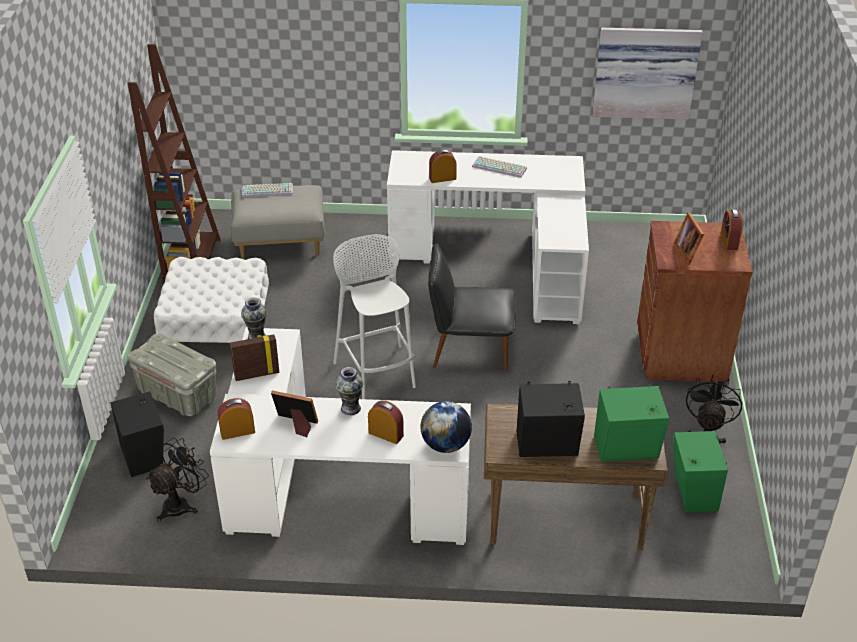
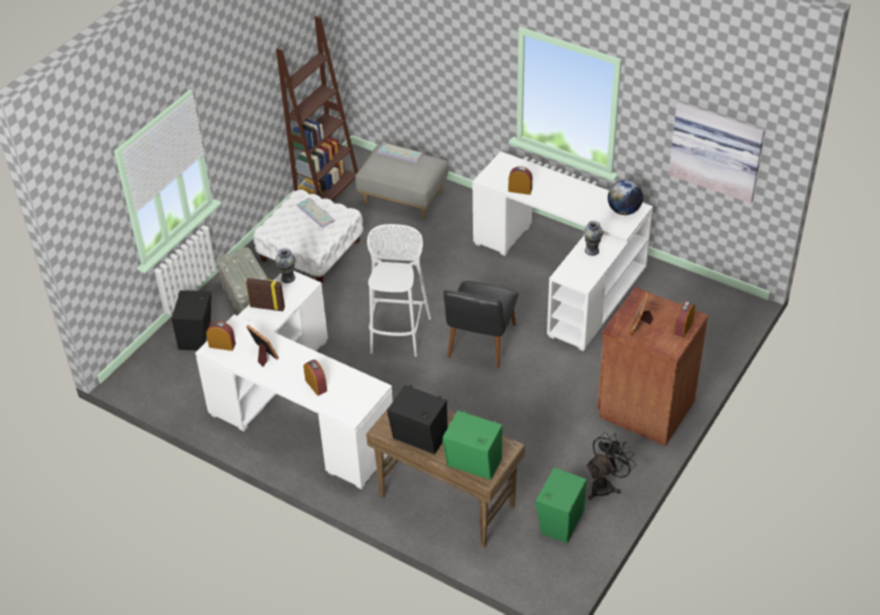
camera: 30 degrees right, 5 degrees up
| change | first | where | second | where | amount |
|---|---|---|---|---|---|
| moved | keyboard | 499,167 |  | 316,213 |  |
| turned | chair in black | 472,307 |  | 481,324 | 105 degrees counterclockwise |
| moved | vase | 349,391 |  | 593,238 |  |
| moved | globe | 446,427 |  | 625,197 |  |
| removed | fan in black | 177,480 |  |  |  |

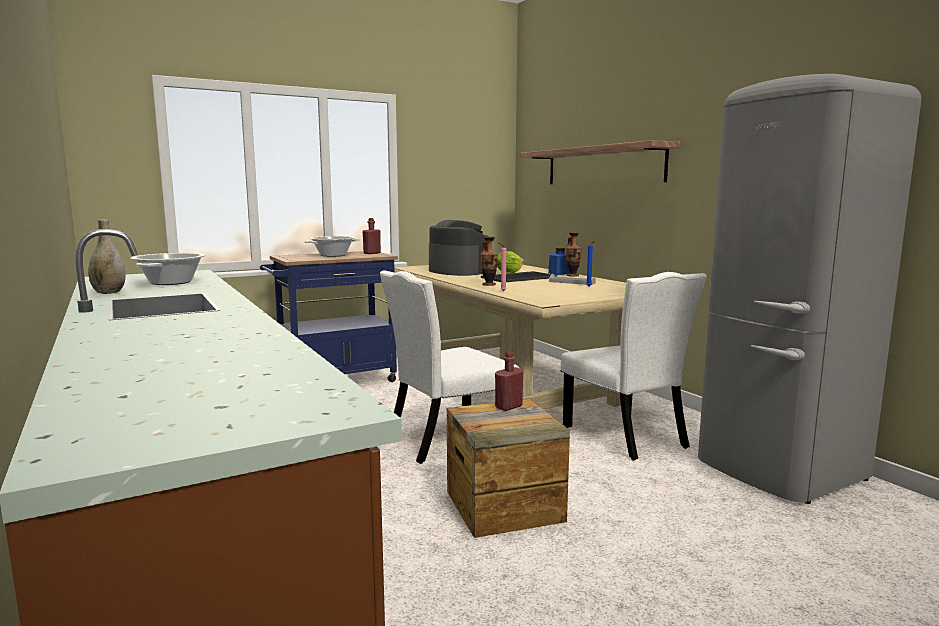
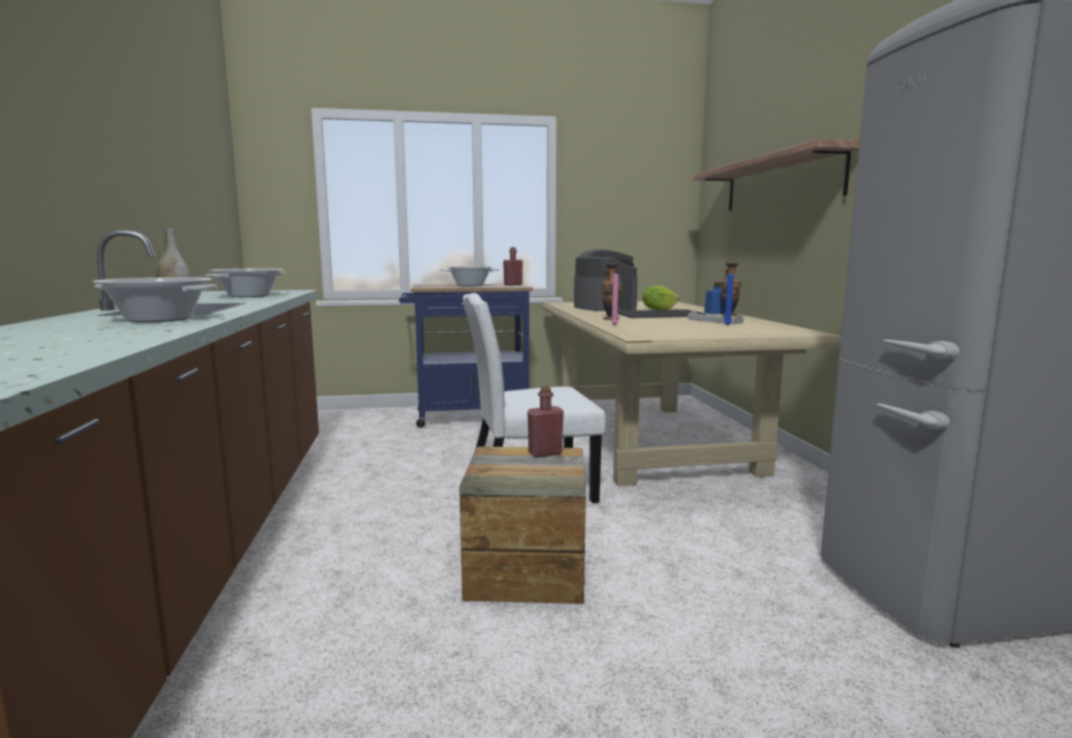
camera: 20 degrees right, 0 degrees up
| change | first | where | second | where | amount |
|---|---|---|---|---|---|
| added |  |  | cooking pot | 155,300 |  |
| removed | chair in white | 633,366 |  |  |  |

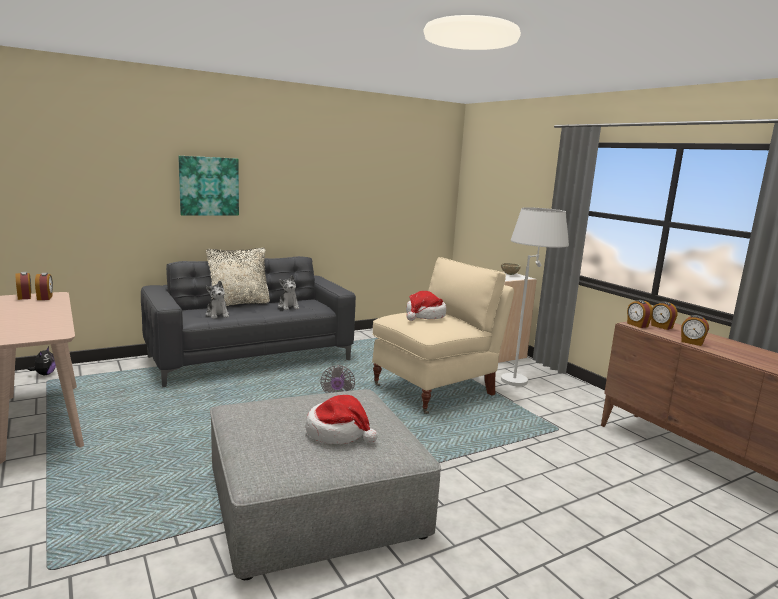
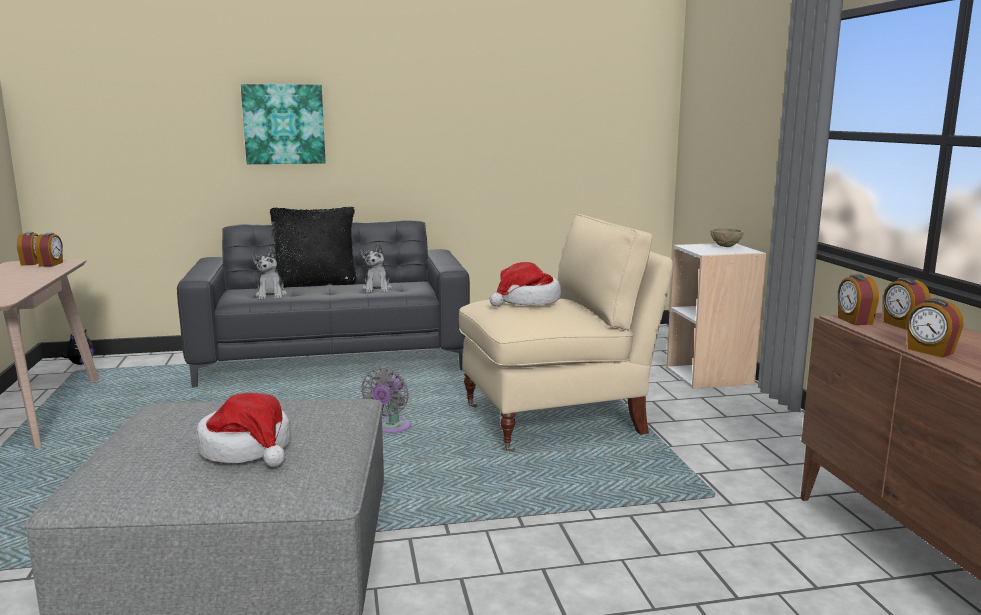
camera: 20 degrees right, 0 degrees up
| change | first | where | second | where | amount |
|---|---|---|---|---|---|
| recoloured | pillow in beige | 238,276 | pillow in black | 313,246 |  |
| removed | floor lamp in white | 535,296 |  |  |  |

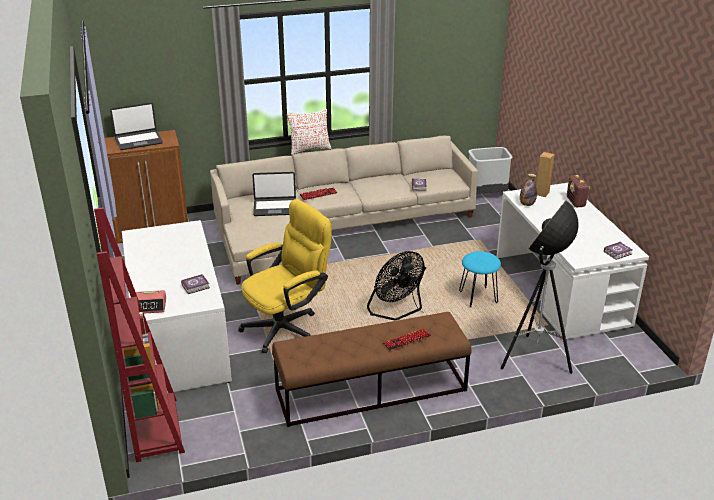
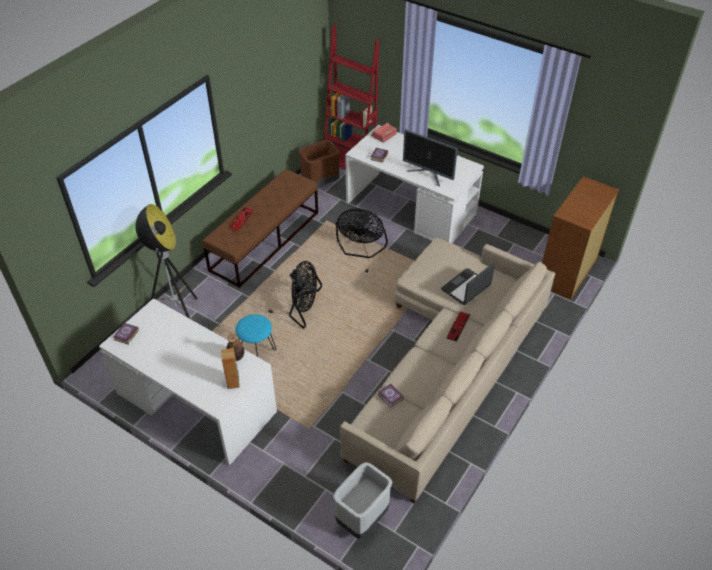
camera: 140 degrees right, 15 degrees up
| change | first | where | second | where | amount |
|---|---|---|---|---|---|
| added |  |  | trash can in brown | 319,163 |  |
| replaced | office chair in yellow | 285,276 | fan in black | 361,240 |  |
| added |  |  | monitor | 430,158 |  |
| removed | laptop | 136,126 |  |  |  |
| removed | pillow in white | 309,132 |  |  |  |
| removed | radio | 578,191 |  |  |  |

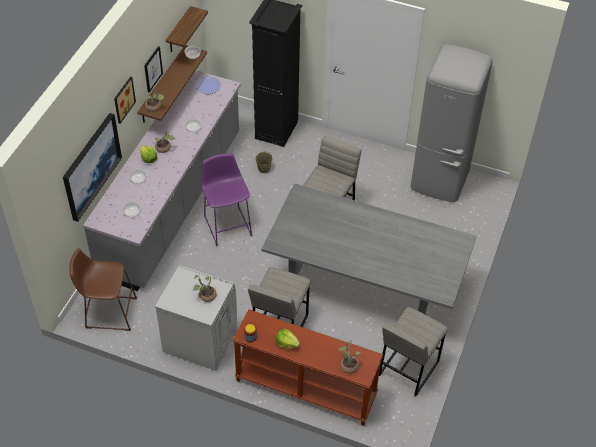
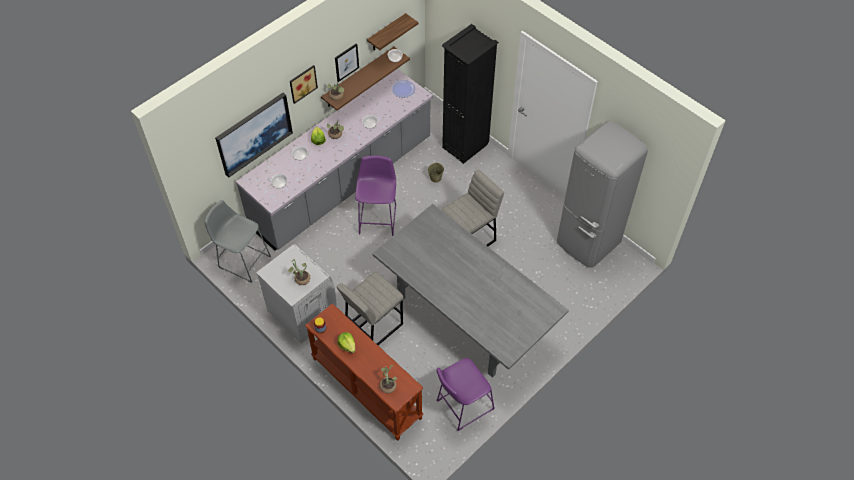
camera: 25 degrees right, 5 degrees up
| change | first | where | second | where | amount |
|---|---|---|---|---|---|
| recoloured | stool in brown | 103,289 | stool in grey | 237,241 |  |
| replaced | chair in grey | 413,351 | stool in purple | 465,394 |  |

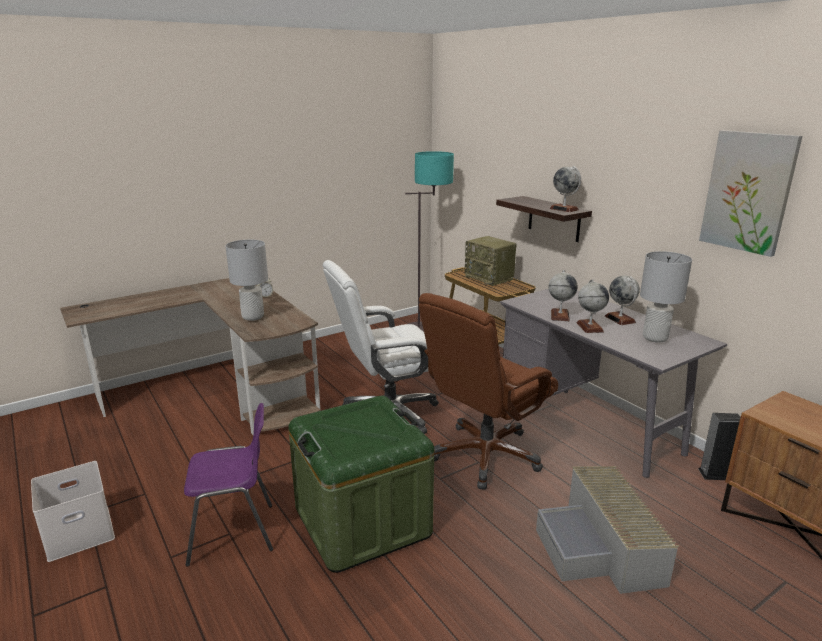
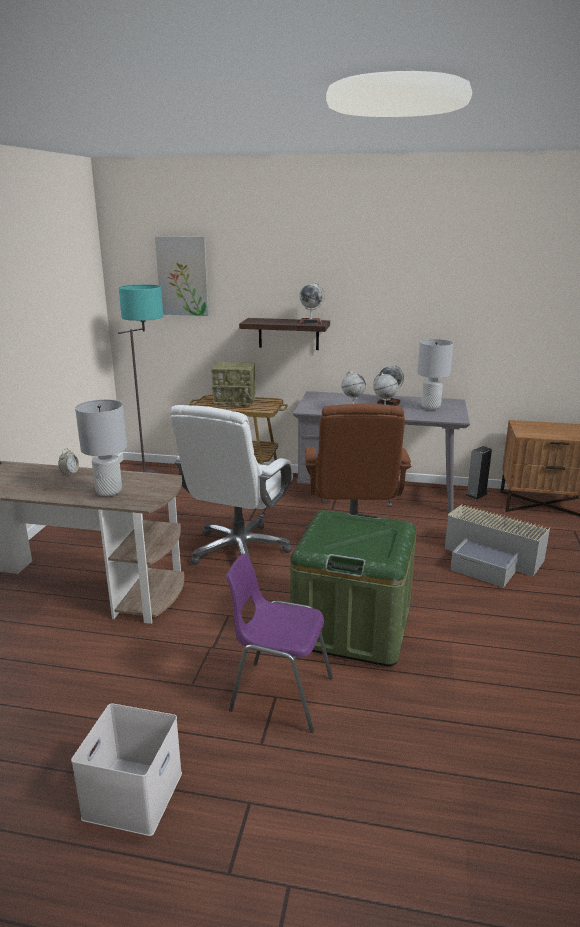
camera: 45 degrees left, 0 degrees up
| change | first | where | second | where | amount |
|---|---|---|---|---|---|
| moved | picture | 751,193 |  | 182,276 |  |
| turned | chair in purple | 228,485 |  | 279,643 | 105 degrees counterclockwise |

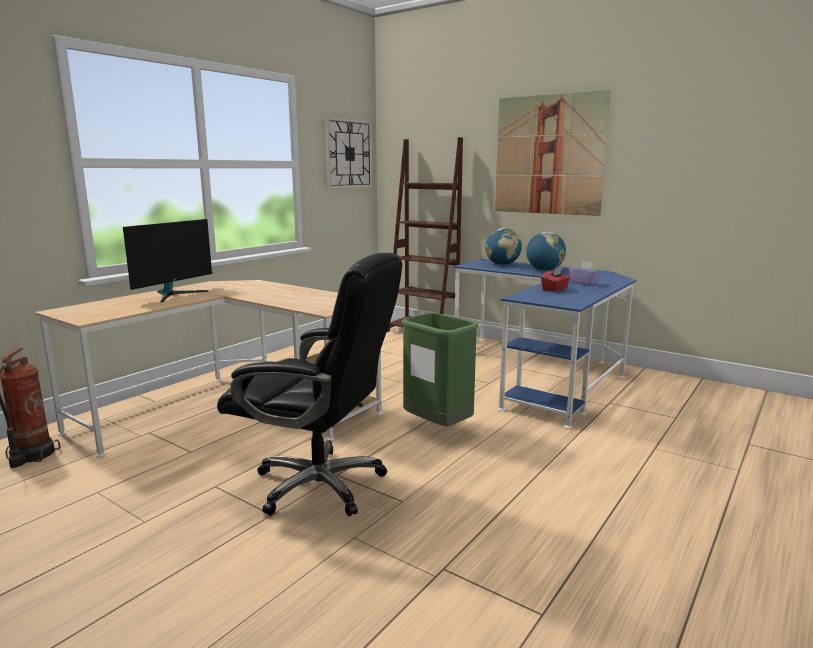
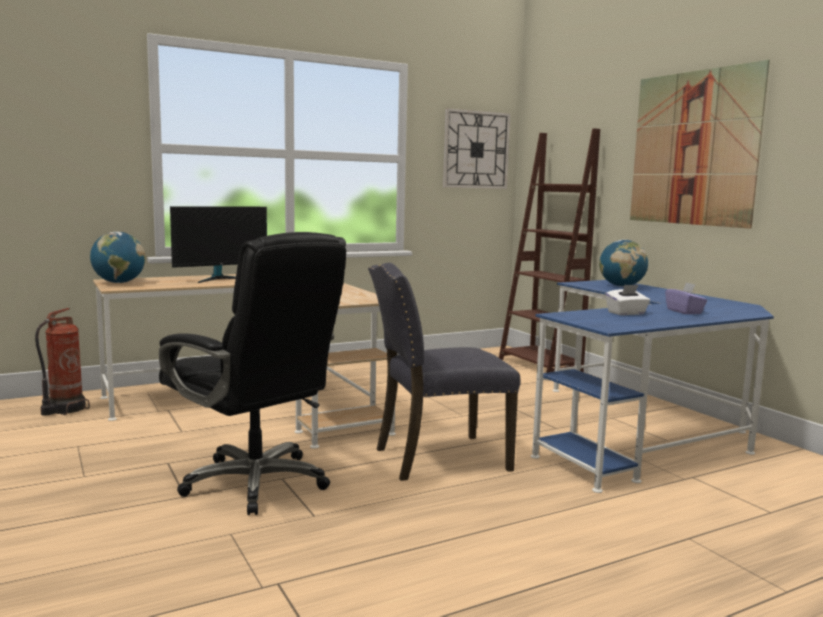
camera: 25 degrees right, 5 degrees down
| change | first | where | second | where | amount |
|---|---|---|---|---|---|
| moved | globe | 546,251 |  | 118,257 |  |
| replaced | trash can in green | 440,369 | chair in grey | 444,372 |  |
| recoloured | tissue box in red | 556,279 | tissue box in white | 628,300 |  |

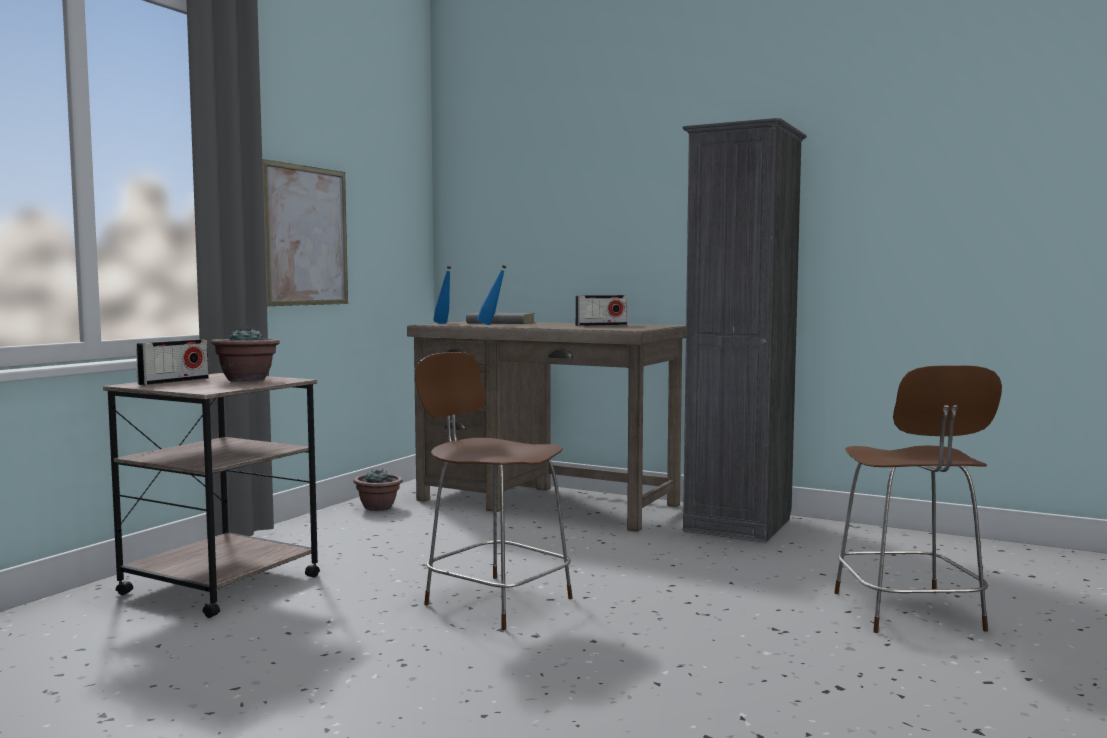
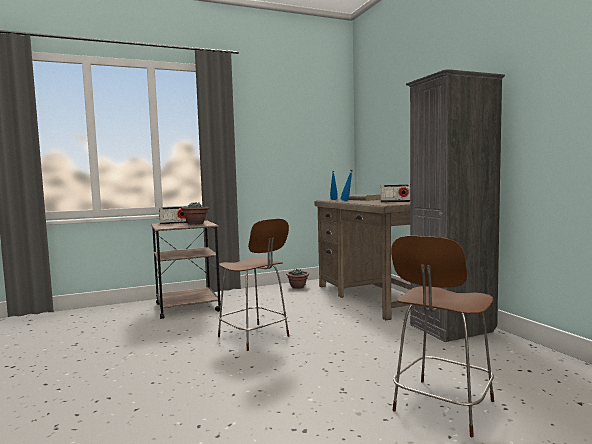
camera: 40 degrees right, 0 degrees up
| change | first | where | second | where | amount |
|---|---|---|---|---|---|
| turned | chair in brown | 493,491 |  | 253,285 | 150 degrees clockwise |
| removed | picture | 305,232 |  |  |  |

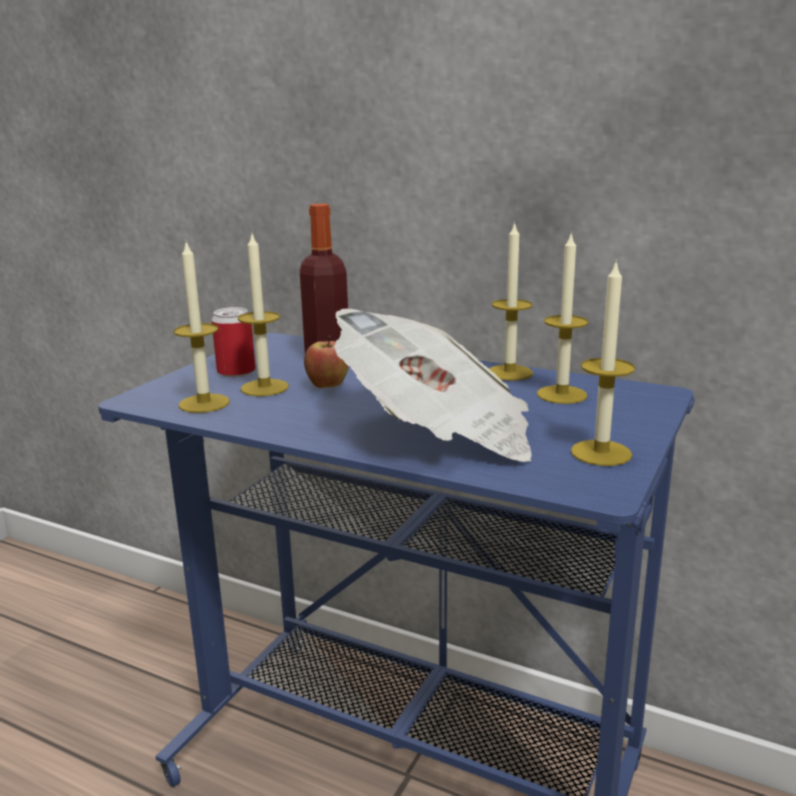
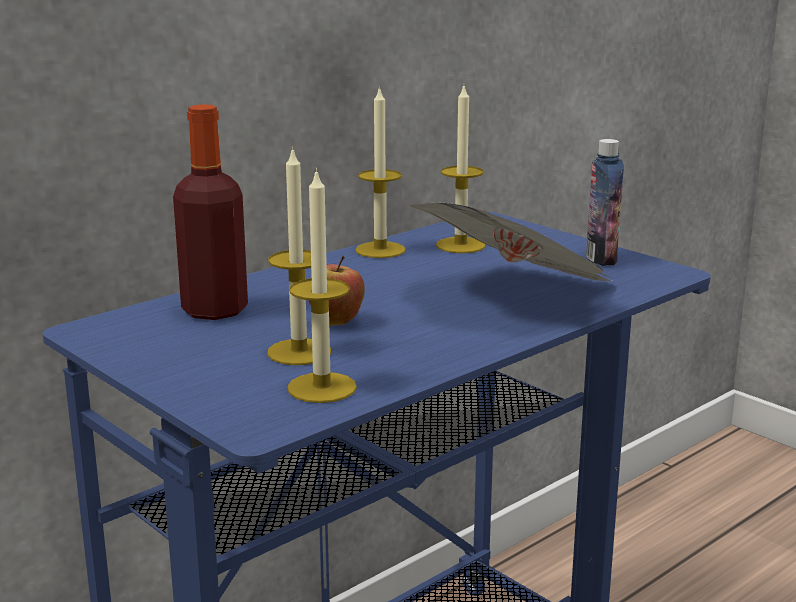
camera: 70 degrees left, 0 degrees up
| change | first | where | second | where | amount |
|---|---|---|---|---|---|
| replaced | candle | 603,363 | bottle | 605,202 |  |
| removed | can | 234,342 |  |  |  |

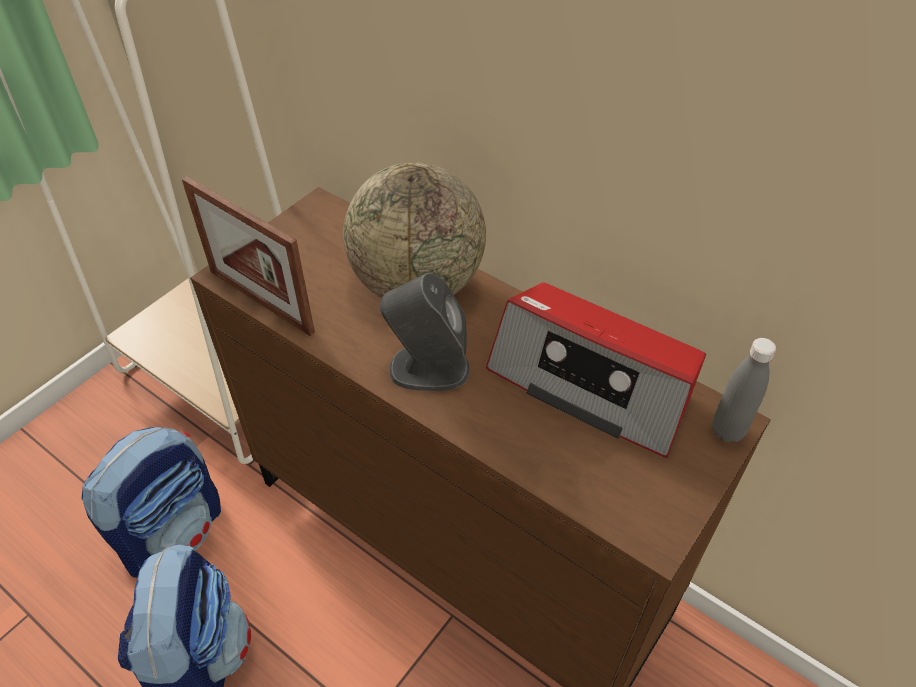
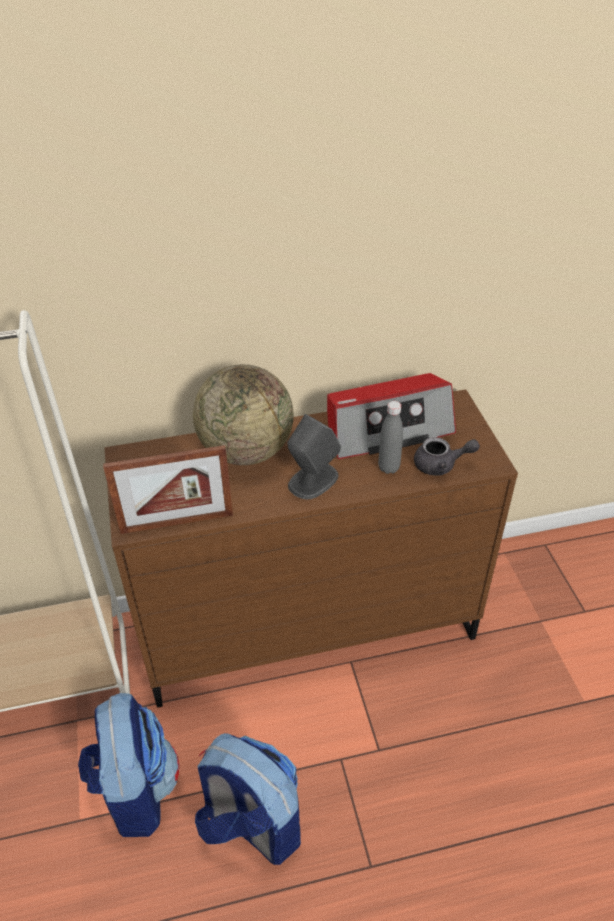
camera: 50 degrees left, 5 degrees down
| change | first | where | second | where | amount |
|---|---|---|---|---|---|
| moved | bottle in grey | 744,390 |  | 390,437 |  |
| added |  |  | teapot in grey | 447,456 |  |

